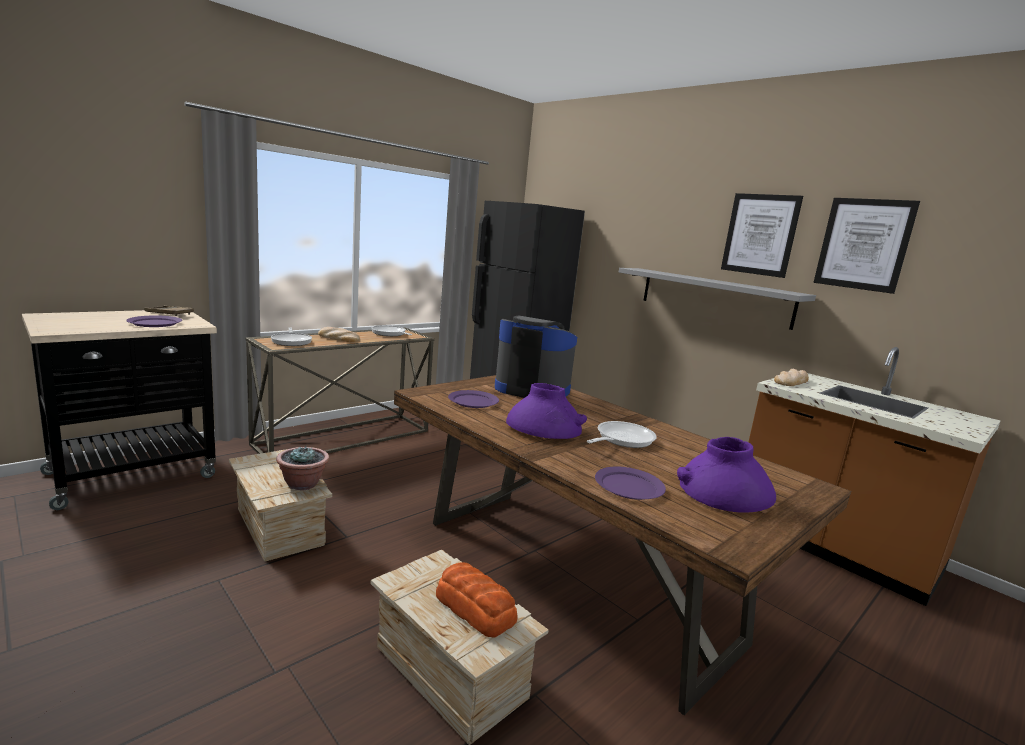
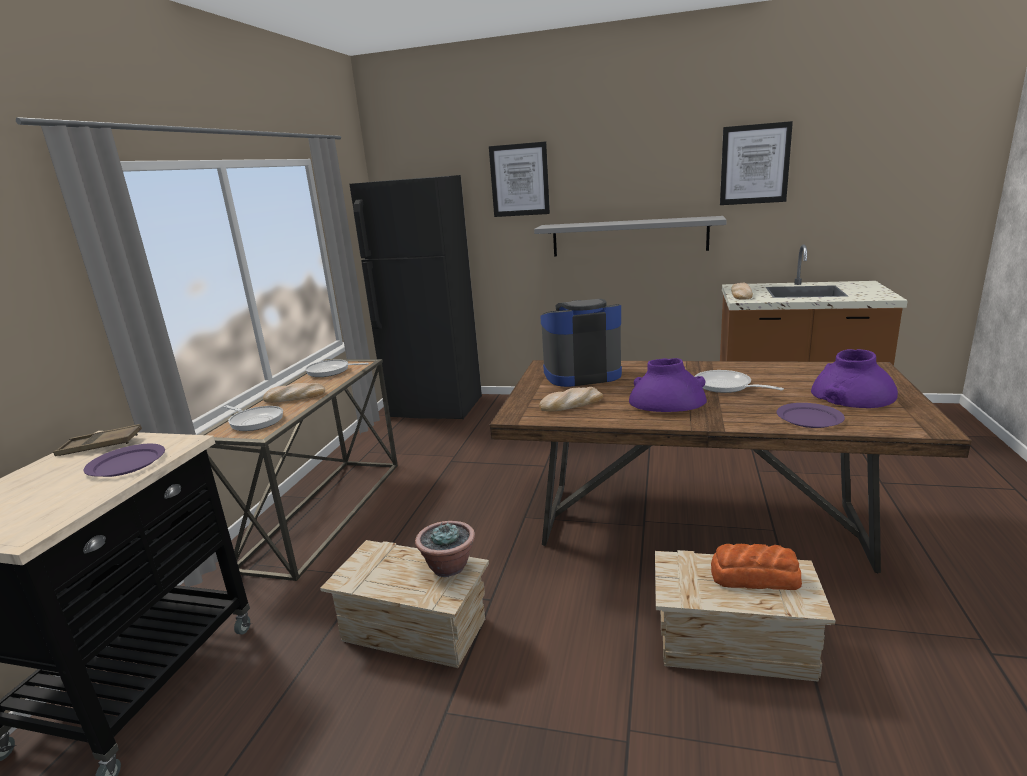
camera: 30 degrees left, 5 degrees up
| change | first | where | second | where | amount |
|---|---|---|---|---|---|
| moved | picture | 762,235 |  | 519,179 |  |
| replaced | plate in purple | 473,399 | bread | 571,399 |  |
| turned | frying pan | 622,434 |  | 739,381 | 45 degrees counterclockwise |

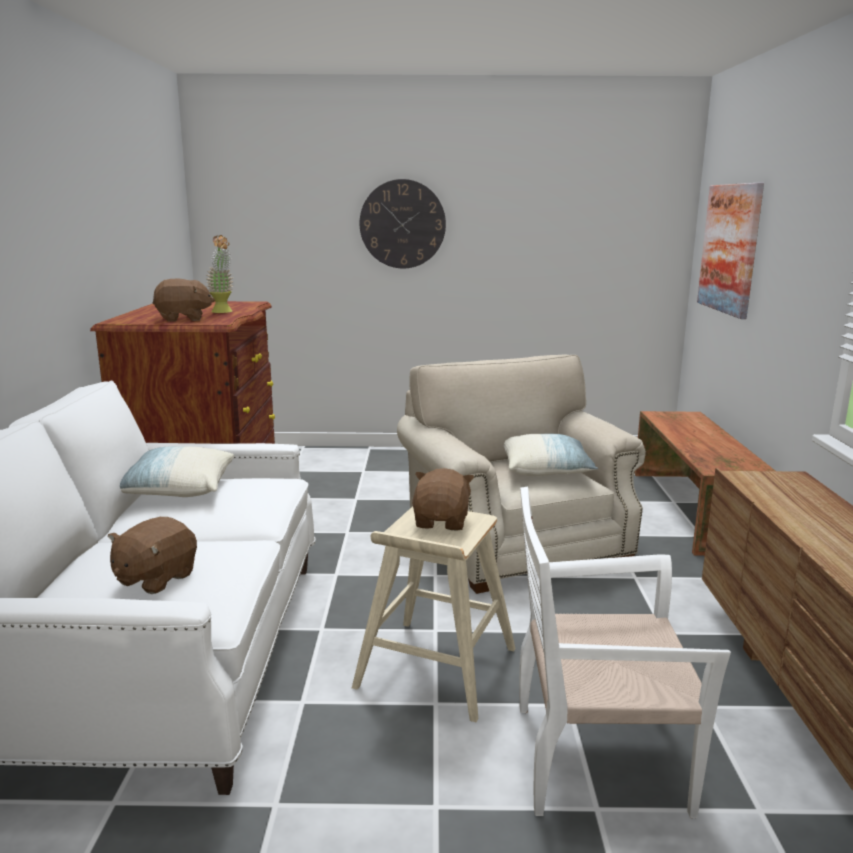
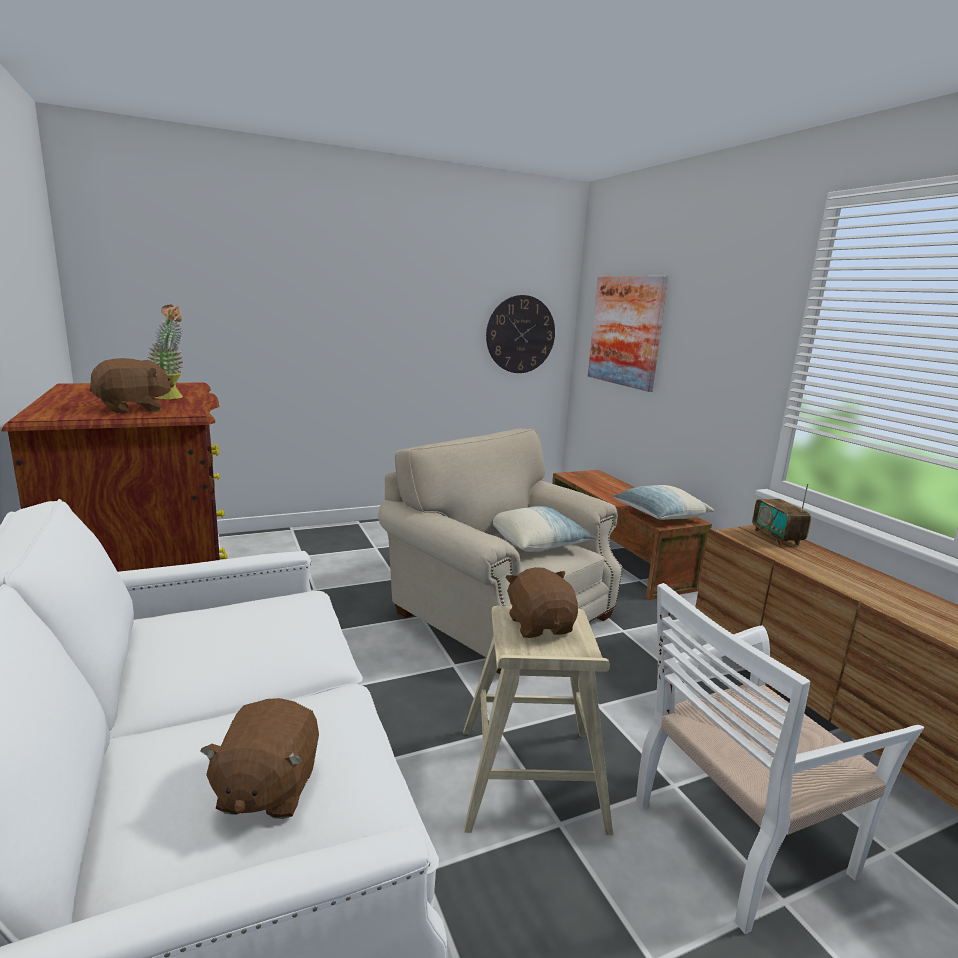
camera: 25 degrees left, 0 degrees up
| change | first | where | second | where | amount |
|---|---|---|---|---|---|
| moved | wall clock | 403,223 |  | 520,334 |  |
| moved | pillow | 177,471 |  | 663,502 |  |
| added |  |  | radio | 781,515 |  |

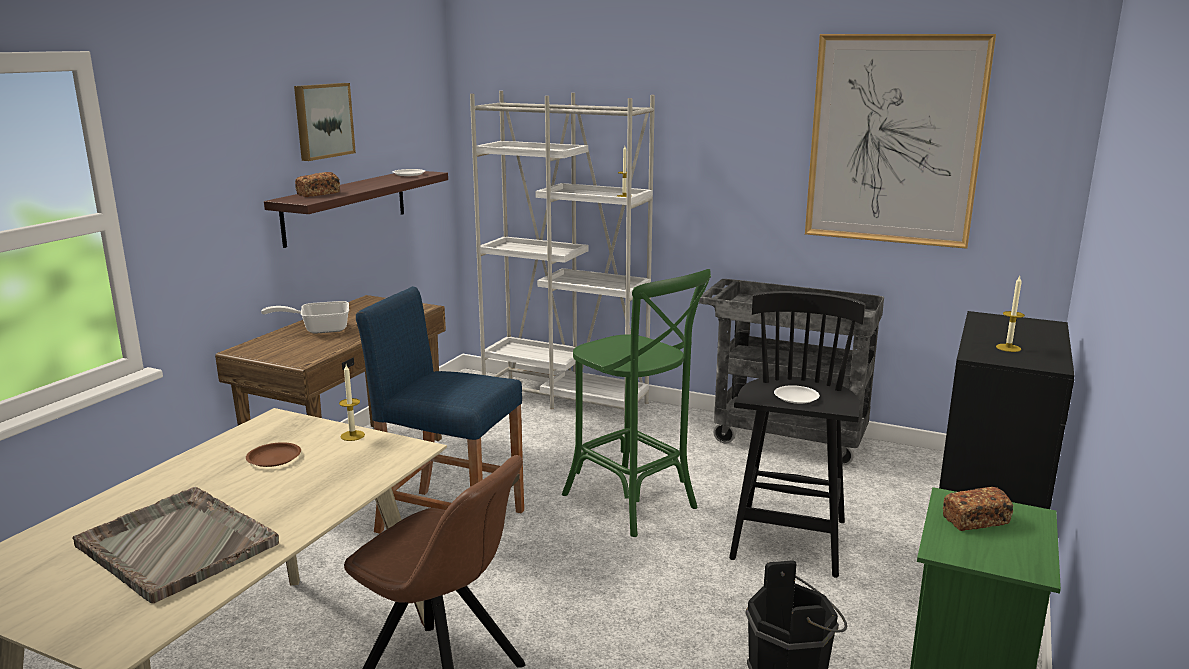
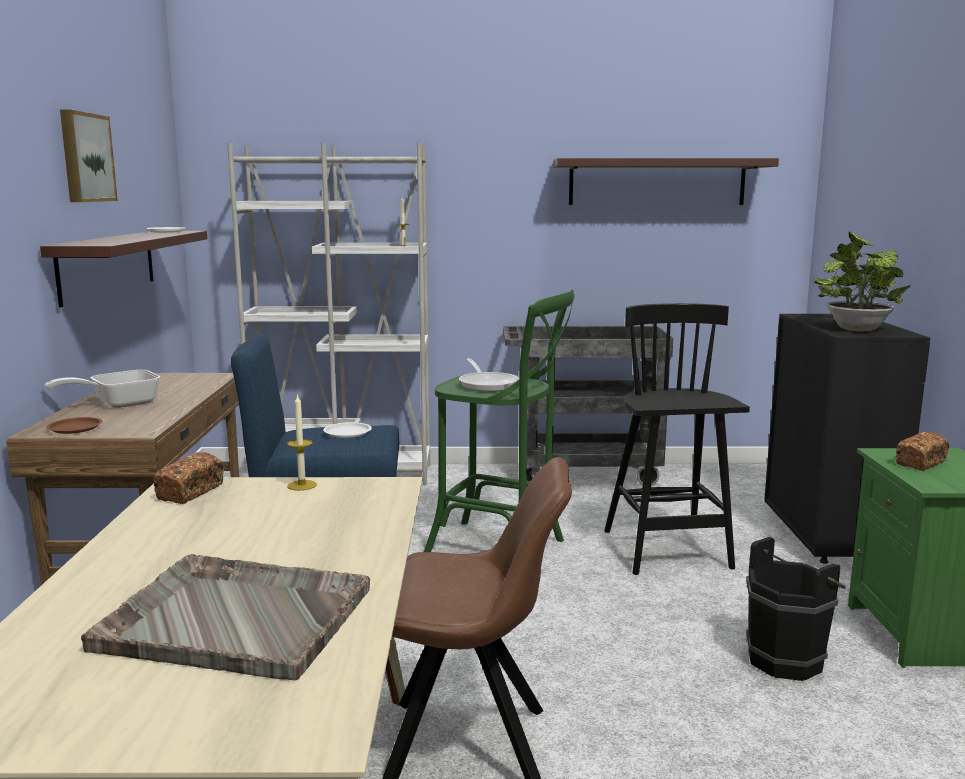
camera: 25 degrees left, 5 degrees down
| change | first | where | second | where | amount |
|---|---|---|---|---|---|
| moved | plate in brown | 273,454 |  | 74,425 |  |
| moved | bread | 317,184 |  | 189,478 |  |
| moved | plate in white | 797,394 |  | 347,430 |  |
| added |  |  | frying pan | 489,375 |  |
| replaced | picture | 900,141 | shelf | 666,181 |  |
| replaced | candle | 1010,314 | potted plant | 862,281 |  |

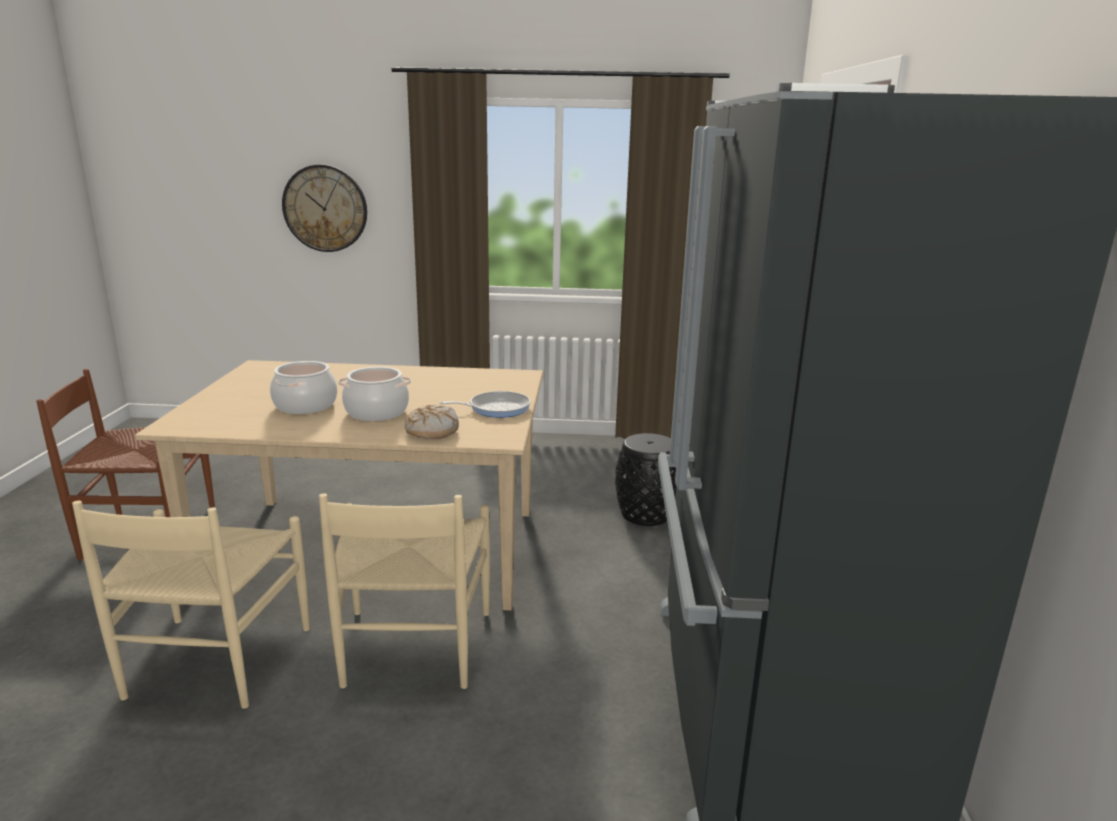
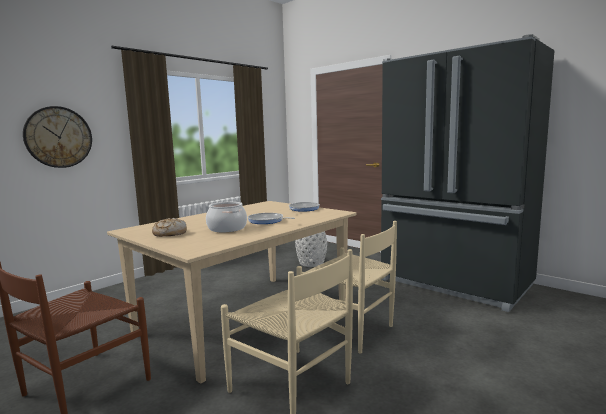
camera: 50 degrees left, 10 degrees down
| change | first | where | second | where | amount |
|---|---|---|---|---|---|
| moved | bread | 432,422 |  | 169,227 |  |
| replaced | cooking pot | 374,394 | frying pan | 271,218 |  |
| recoloured | stool in black | 645,479 | stool in white | 311,249 |  |

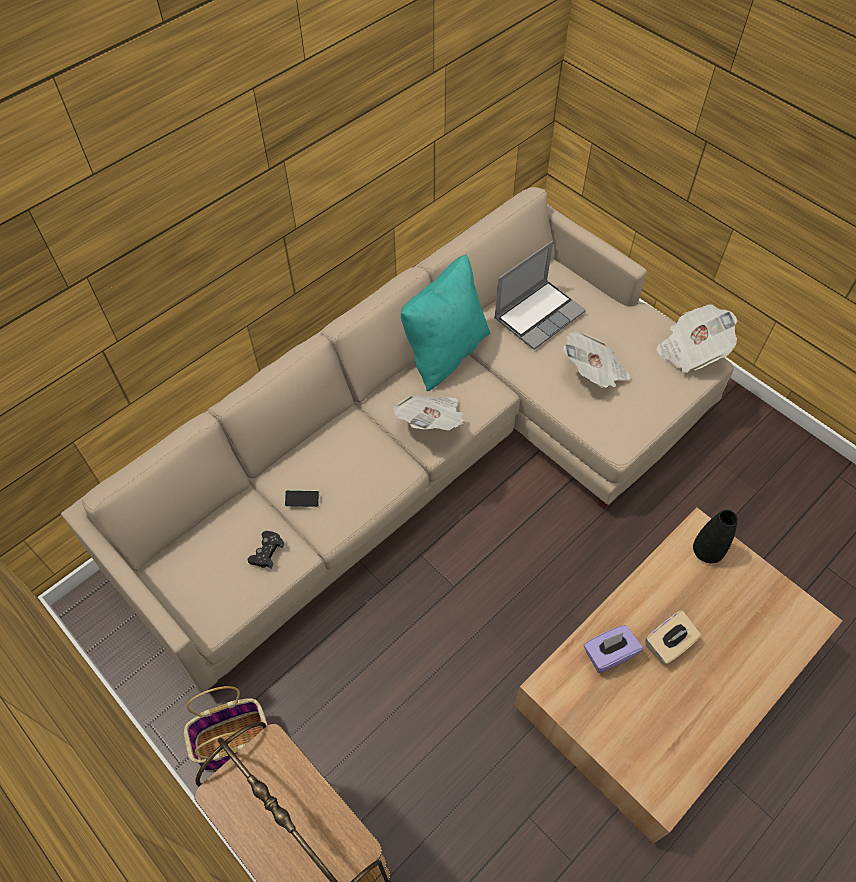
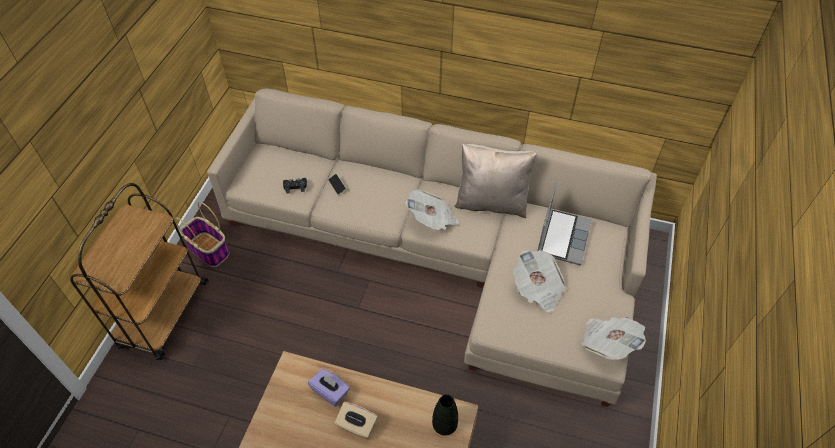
camera: 60 degrees right, 5 degrees down
| change | first | where | second | where | amount |
|---|---|---|---|---|---|
| recoloured | pillow in turquoise | 445,322 | pillow in beige | 495,181 |  |
| turned | laptop | 540,295 |  | 564,223 | 90 degrees counterclockwise |

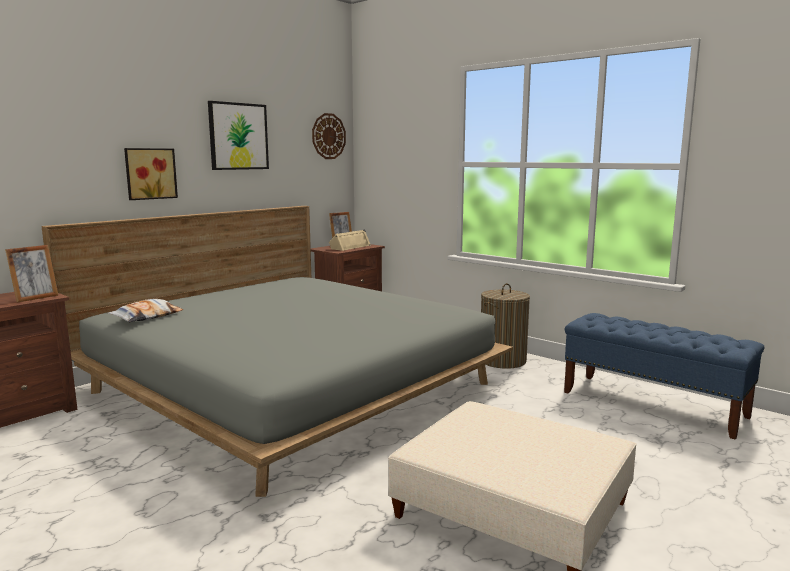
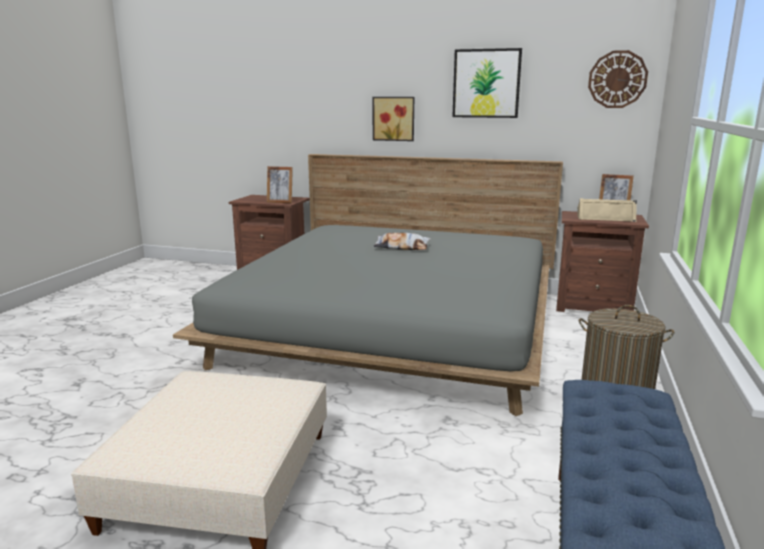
camera: 65 degrees right, 5 degrees up
| change | first | where | second | where | amount |
|---|---|---|---|---|---|
| moved | pillow | 145,310 |  | 402,241 |  |

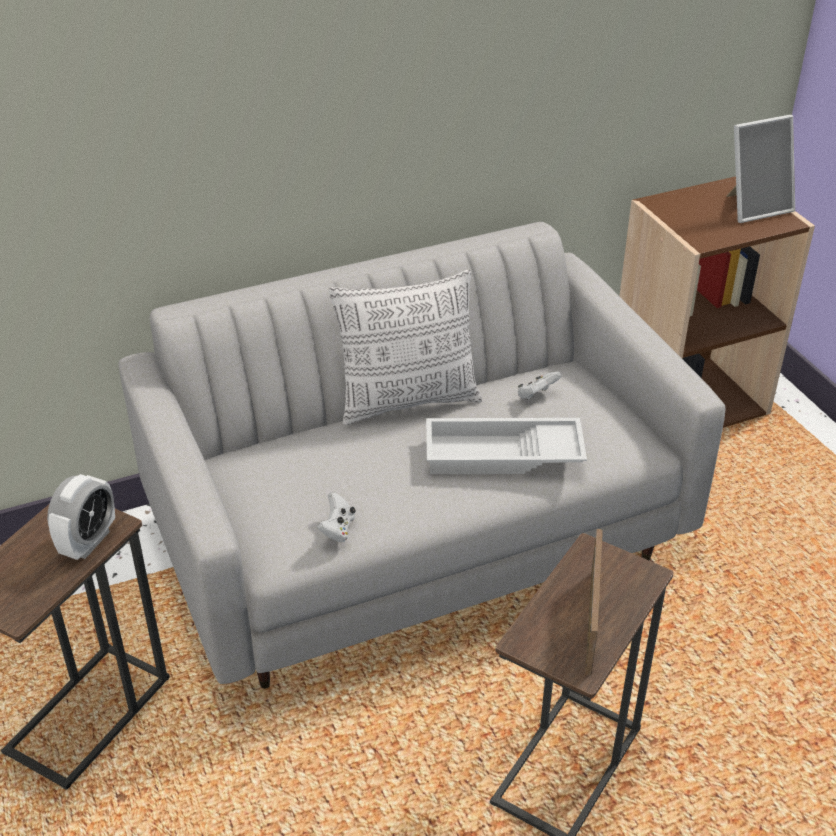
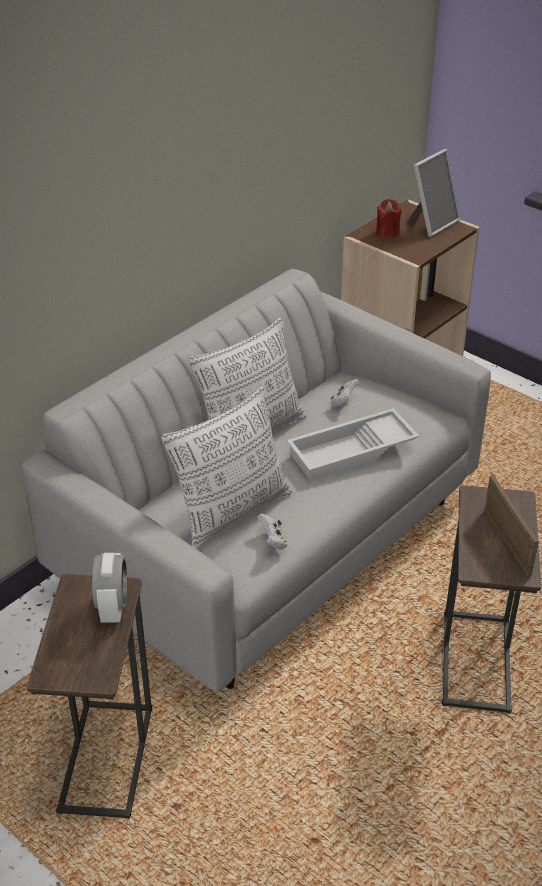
camera: 25 degrees left, 0 degrees up
| change | first | where | second | where | amount |
|---|---|---|---|---|---|
| added |  |  | pillow | 226,467 |  |
| added |  |  | candle in red | 388,218 |  |

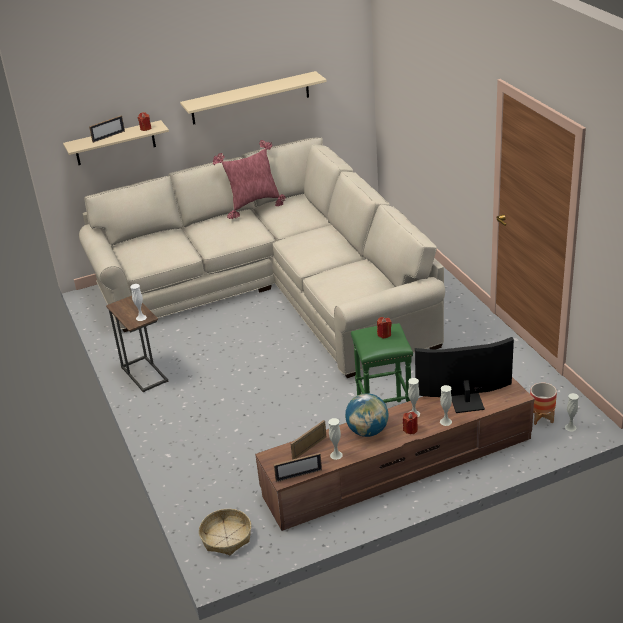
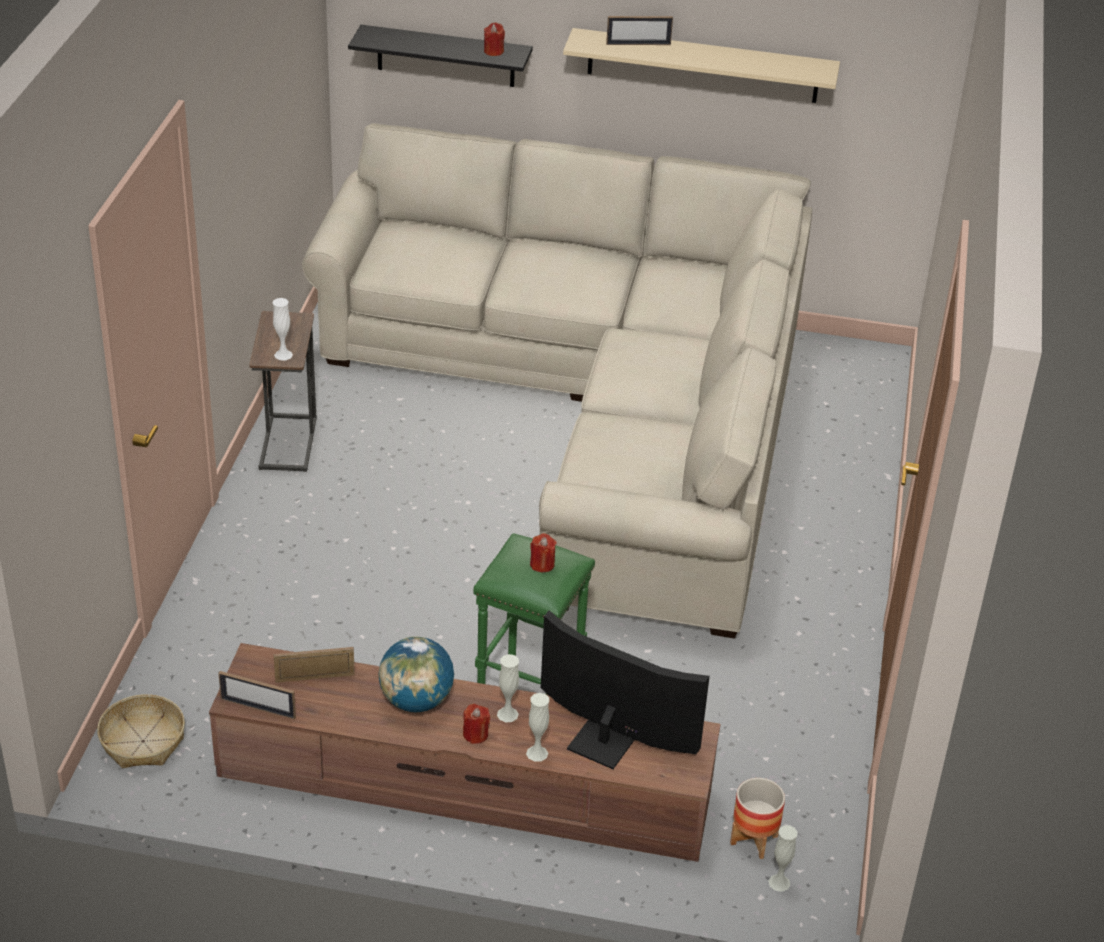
camera: 30 degrees right, 5 degrees up
| change | first | where | second | where | amount |
|---|---|---|---|---|---|
| recoloured | shelf in beige | 116,142 | shelf in black | 440,56 |  |
| moved | picture frame | 107,129 |  | 639,30 |  |
| removed | pillow in red | 249,179 |  |  |  |
| removed | vase in white | 335,439 |  |  |  |

